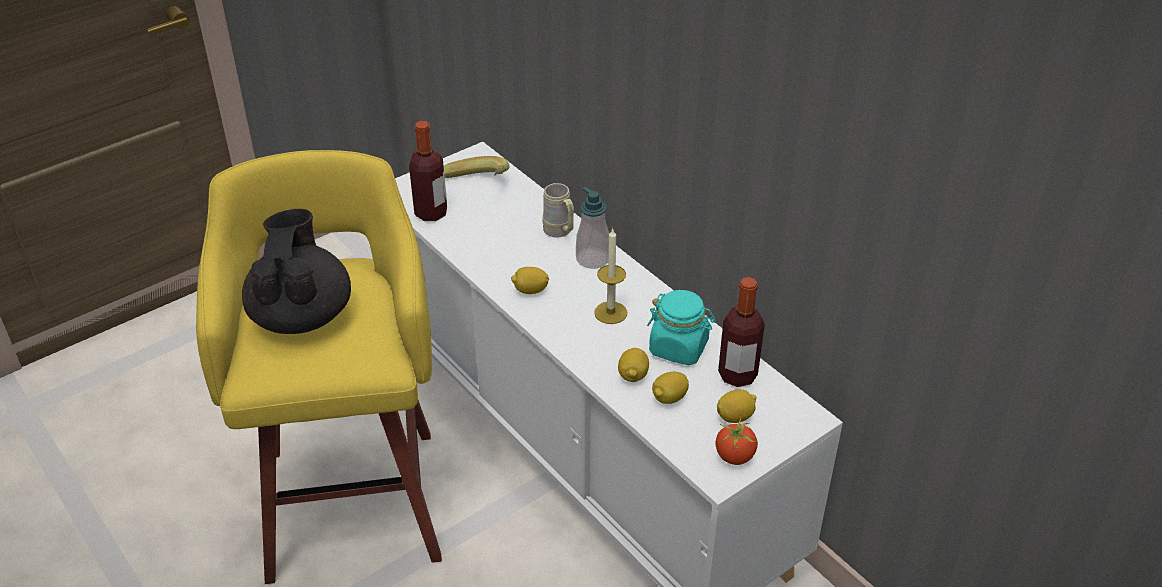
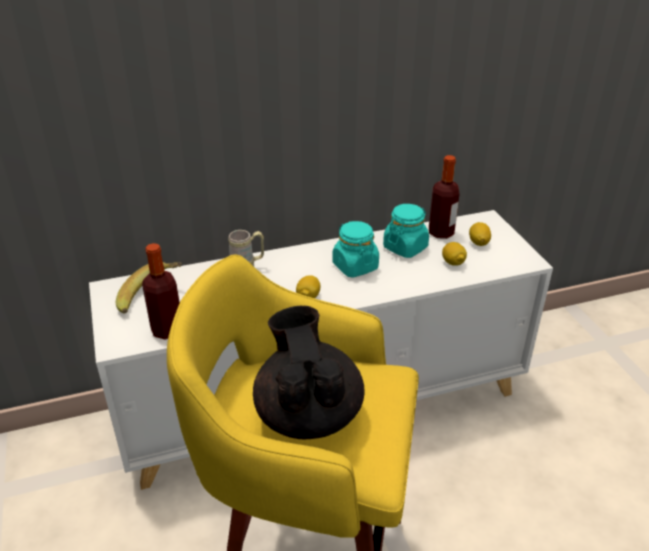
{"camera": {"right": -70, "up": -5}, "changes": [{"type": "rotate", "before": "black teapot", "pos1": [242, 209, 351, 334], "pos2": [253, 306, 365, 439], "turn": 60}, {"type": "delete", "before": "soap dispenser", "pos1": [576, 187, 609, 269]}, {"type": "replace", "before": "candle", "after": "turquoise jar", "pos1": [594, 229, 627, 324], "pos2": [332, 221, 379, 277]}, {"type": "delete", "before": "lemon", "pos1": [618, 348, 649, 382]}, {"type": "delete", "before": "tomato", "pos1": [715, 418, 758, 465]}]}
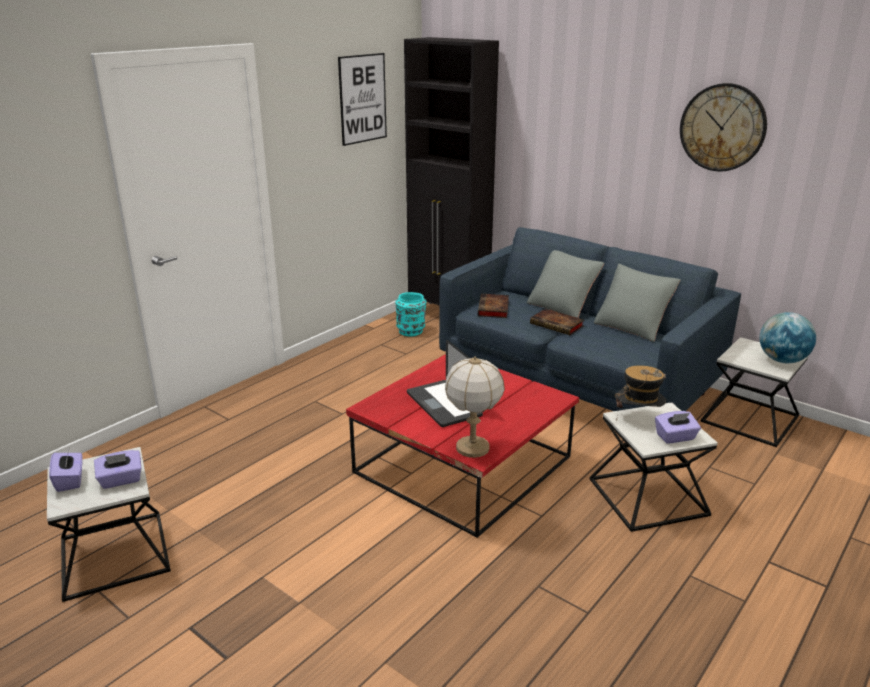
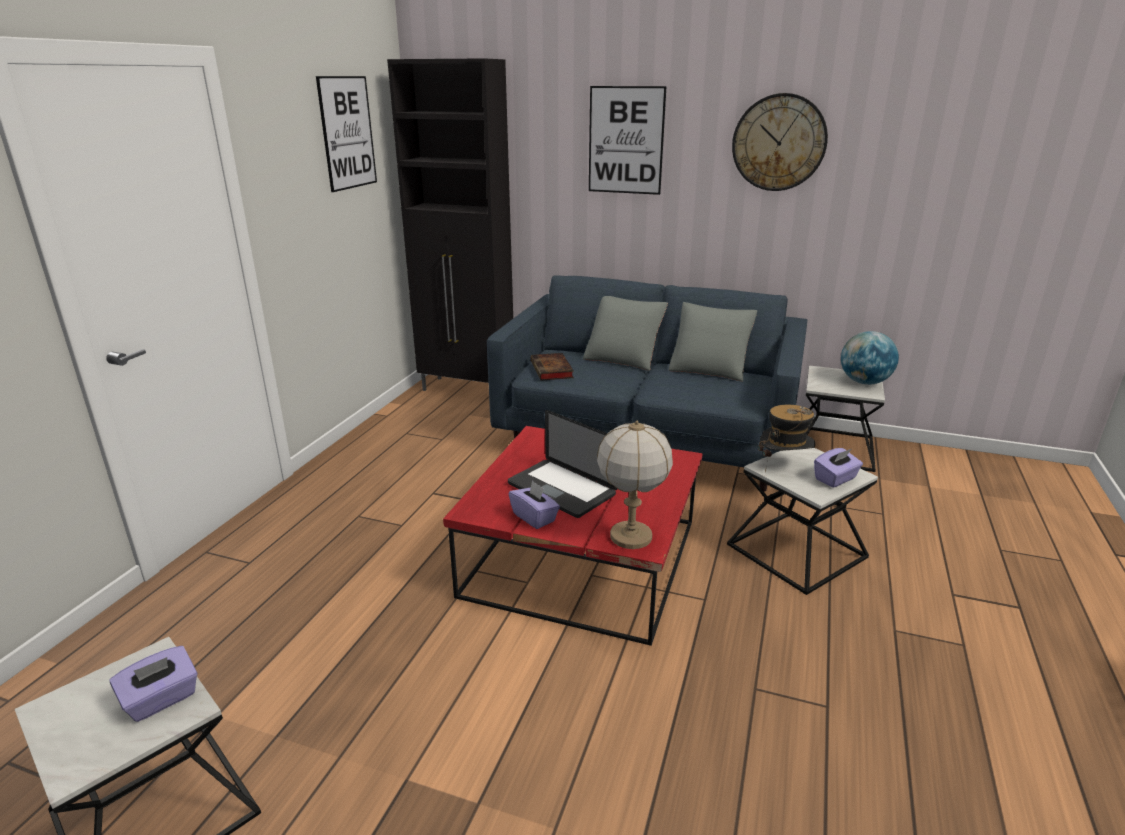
{"camera": {"right": -20, "up": 0}, "changes": [{"type": "move", "before": "purple tissue box", "pos1": [49, 447, 83, 492], "pos2": [509, 480, 560, 529]}, {"type": "delete", "before": "turquoise vase", "pos1": [395, 292, 426, 337]}, {"type": "delete", "before": "book", "pos1": [530, 309, 584, 335]}, {"type": "insert", "after": "picture", "pos2": [589, 86, 666, 195]}]}
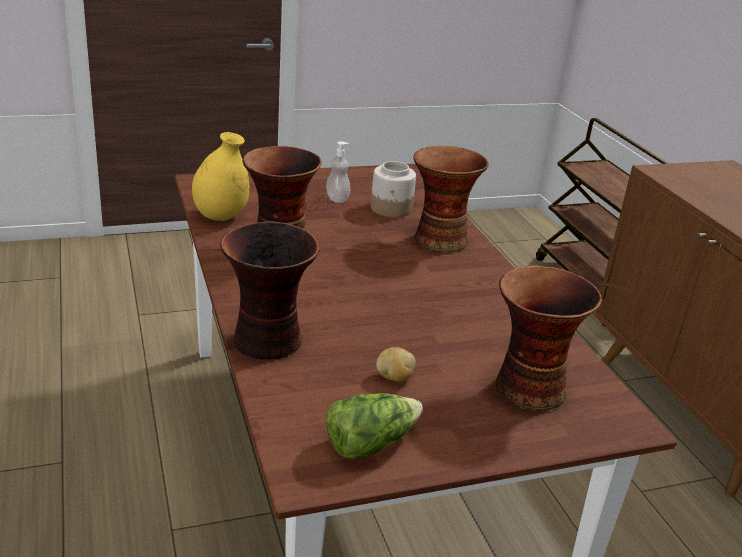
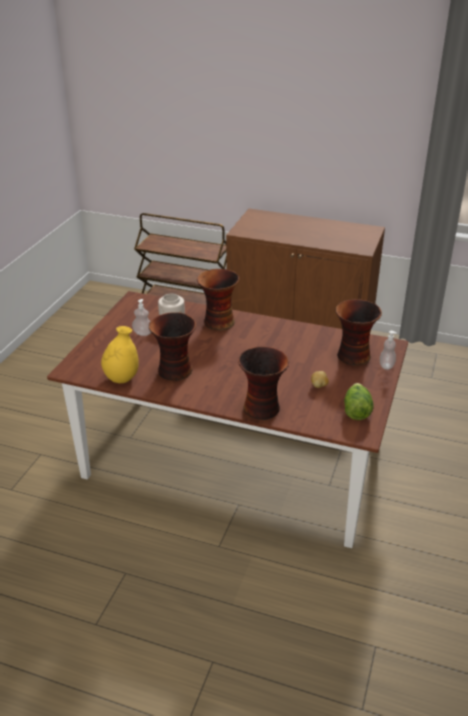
{"camera": {"right": -50, "up": 5}, "changes": [{"type": "insert", "after": "soap dispenser", "pos2": [380, 331, 397, 370]}]}
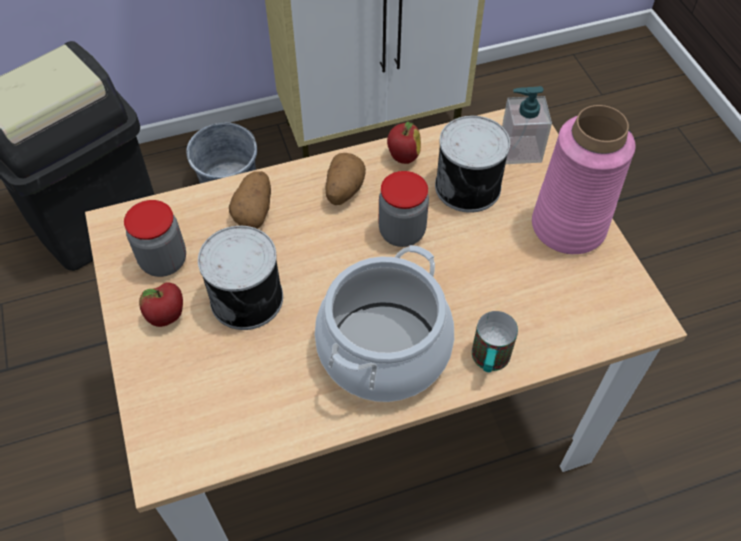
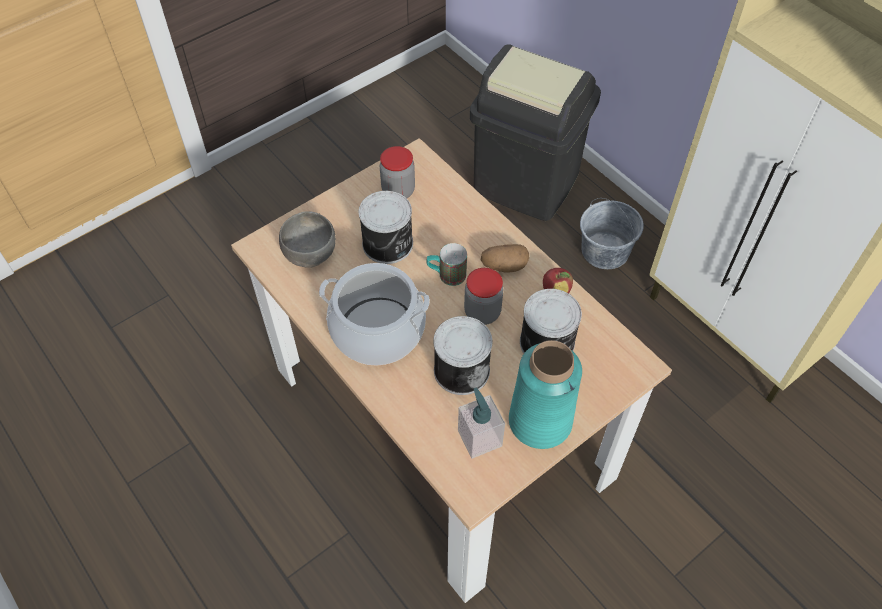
{"camera": {"right": 70, "up": 0}, "changes": [{"type": "delete", "before": "apple", "pos1": [139, 282, 183, 327]}, {"type": "delete", "before": "potato", "pos1": [229, 171, 271, 229]}, {"type": "move", "before": "mug", "pos1": [472, 311, 518, 372], "pos2": [426, 243, 467, 286]}, {"type": "move", "before": "soap dispenser", "pos1": [502, 86, 552, 164], "pos2": [458, 388, 505, 459]}, {"type": "recolor", "before": "pink vase", "after": "turquoise vase", "pos1": [532, 105, 636, 254], "pos2": [509, 340, 582, 449]}, {"type": "insert", "after": "grey bowl", "pos2": [279, 211, 336, 268]}, {"type": "insert", "after": "can", "pos2": [433, 316, 492, 395]}]}
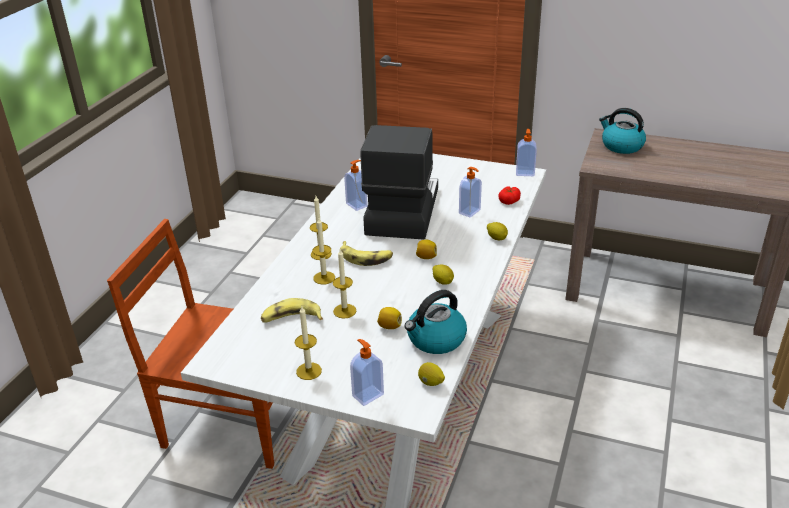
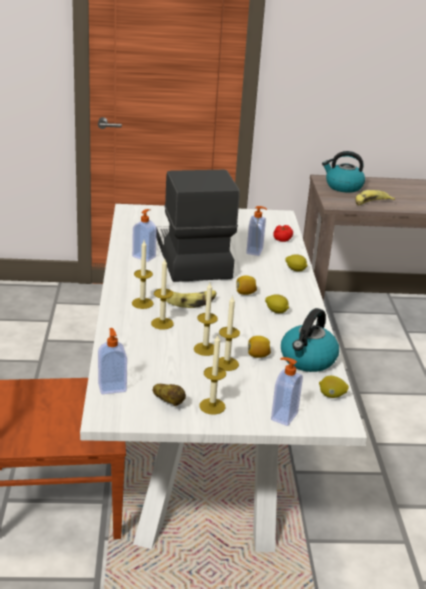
{"camera": {"right": -25, "up": -5}, "changes": [{"type": "move", "before": "banana", "pos1": [261, 298, 323, 323], "pos2": [355, 190, 395, 205]}, {"type": "move", "before": "soap dispenser", "pos1": [516, 129, 537, 176], "pos2": [98, 328, 127, 394]}, {"type": "insert", "after": "potato", "pos2": [153, 384, 186, 406]}, {"type": "insert", "after": "candle", "pos2": [218, 295, 240, 371]}]}
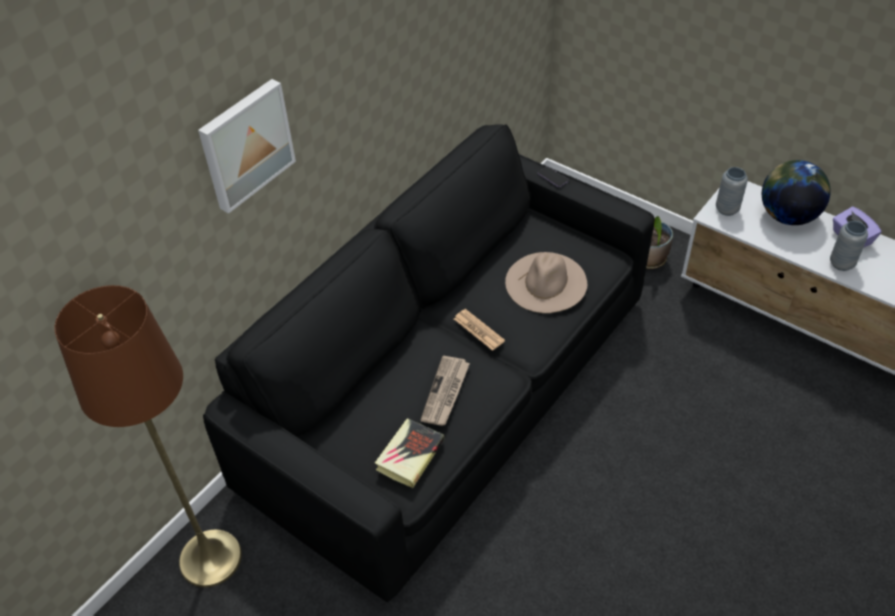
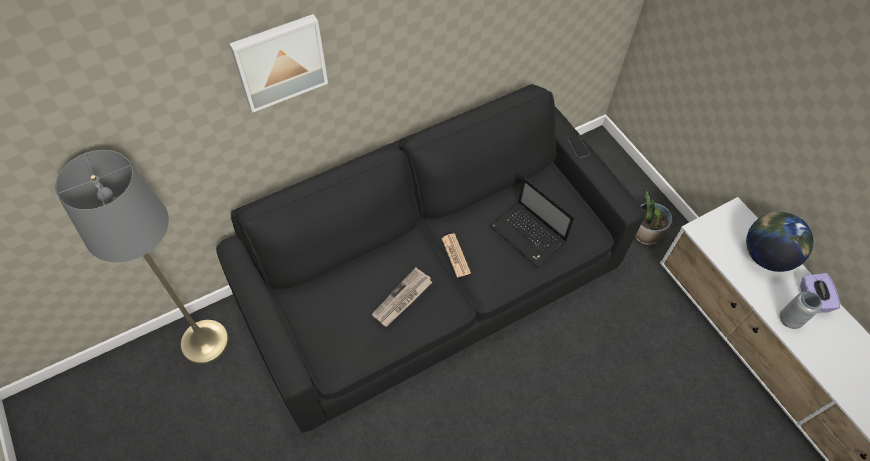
{"camera": {"right": 20, "up": 10}, "changes": [{"type": "recolor", "before": "brown floor lamp", "after": "grey floor lamp", "pos1": [54, 285, 242, 587], "pos2": [55, 150, 229, 364]}, {"type": "delete", "before": "book", "pos1": [375, 418, 444, 488]}, {"type": "replace", "before": "beige hat", "after": "laptop", "pos1": [505, 252, 587, 313], "pos2": [490, 177, 574, 267]}, {"type": "delete", "before": "grey vase", "pos1": [716, 167, 748, 216]}]}
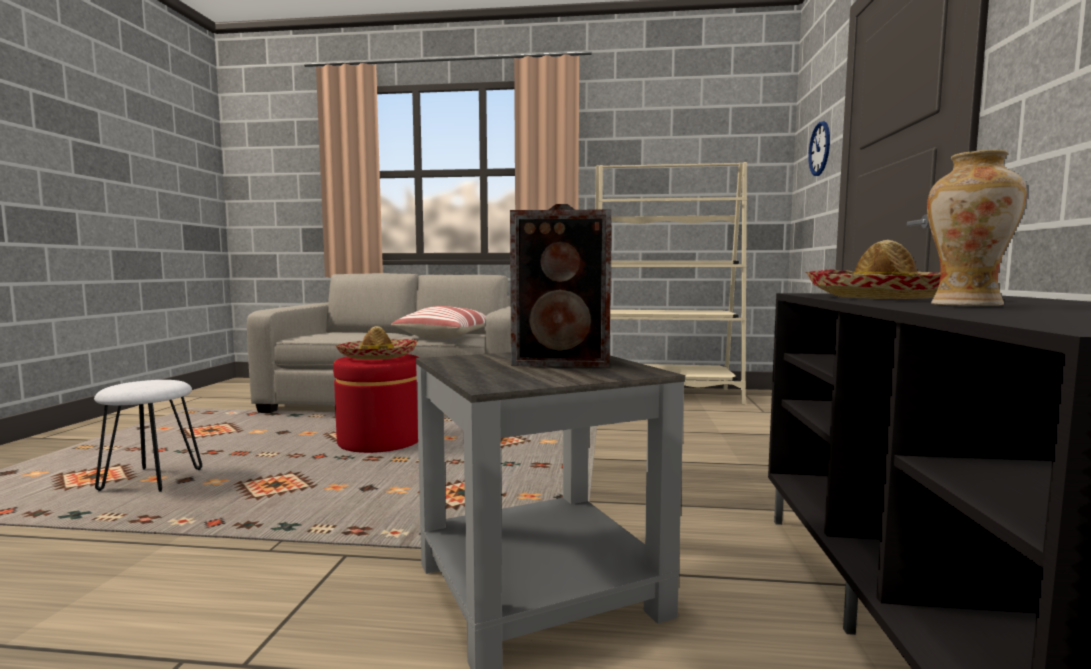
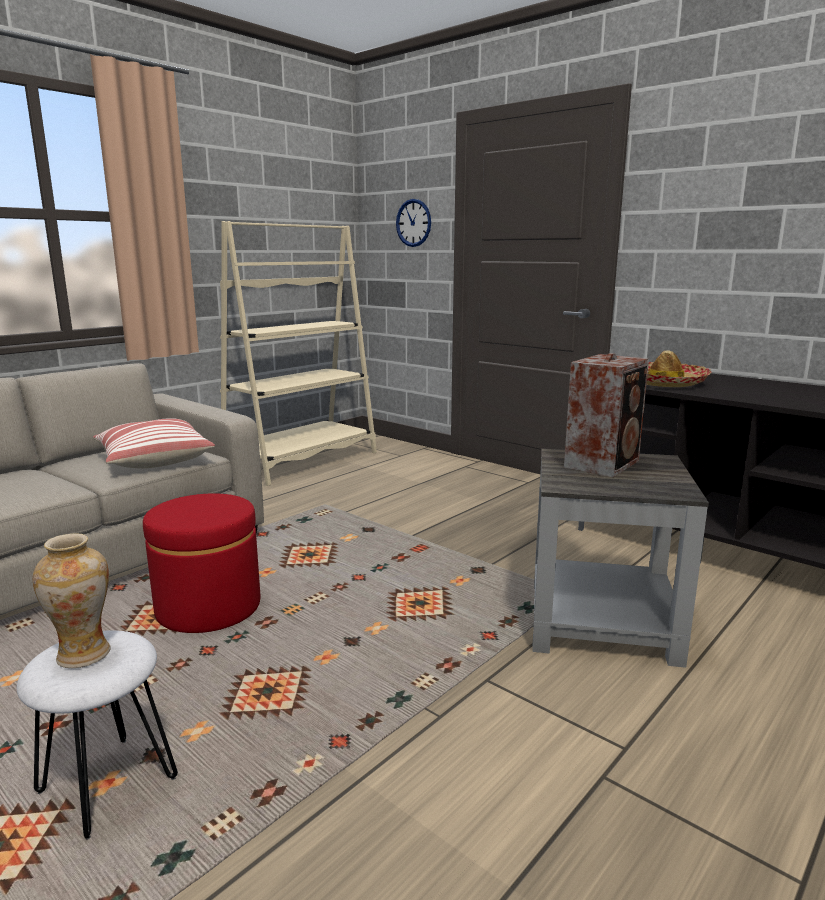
{"camera": {"right": -55, "up": 10}, "changes": [{"type": "delete", "before": "hat", "pos1": [335, 326, 418, 360]}, {"type": "move", "before": "vase", "pos1": [927, 150, 1027, 306], "pos2": [33, 534, 111, 668]}]}
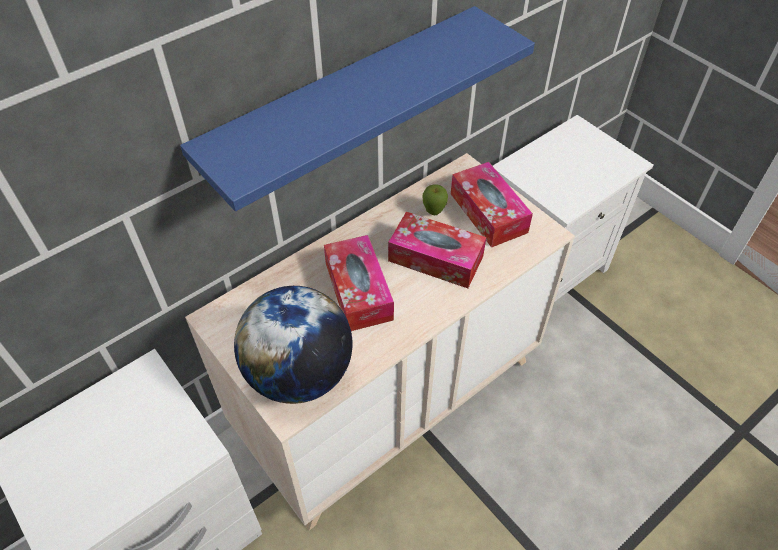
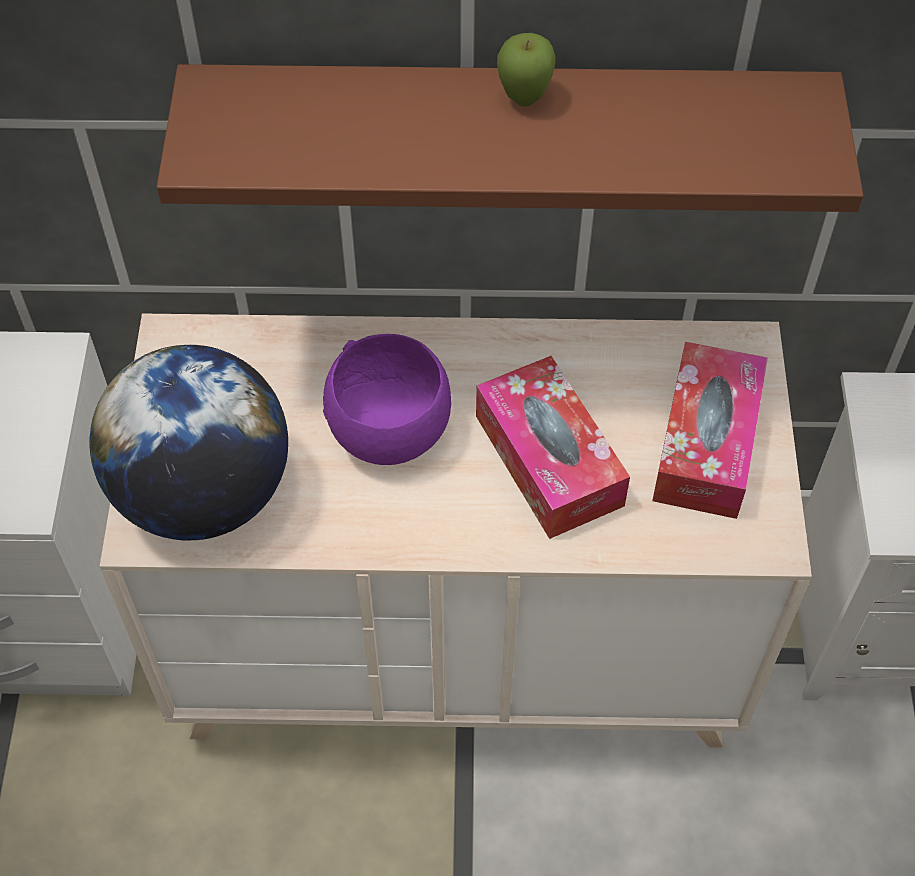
{"camera": {"right": 40, "up": 5}, "changes": [{"type": "recolor", "before": "blue shelf", "after": "brown shelf", "pos1": [180, 6, 535, 211], "pos2": [157, 64, 864, 212]}, {"type": "replace", "before": "tissue box", "after": "purple bowl", "pos1": [324, 235, 394, 331], "pos2": [323, 334, 451, 465]}, {"type": "move", "before": "apple", "pos1": [423, 184, 448, 215], "pos2": [497, 33, 556, 106]}]}
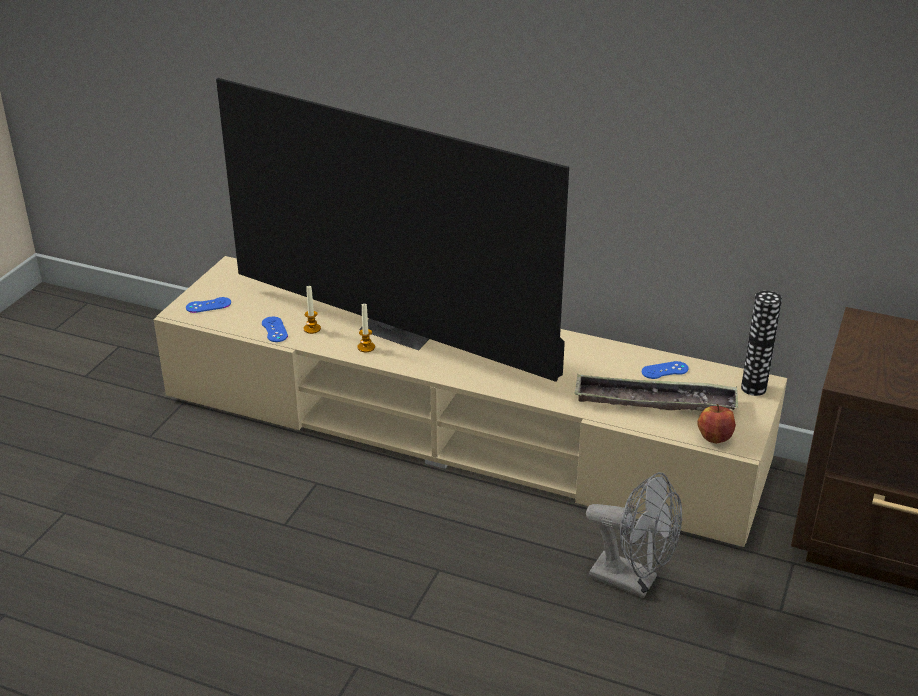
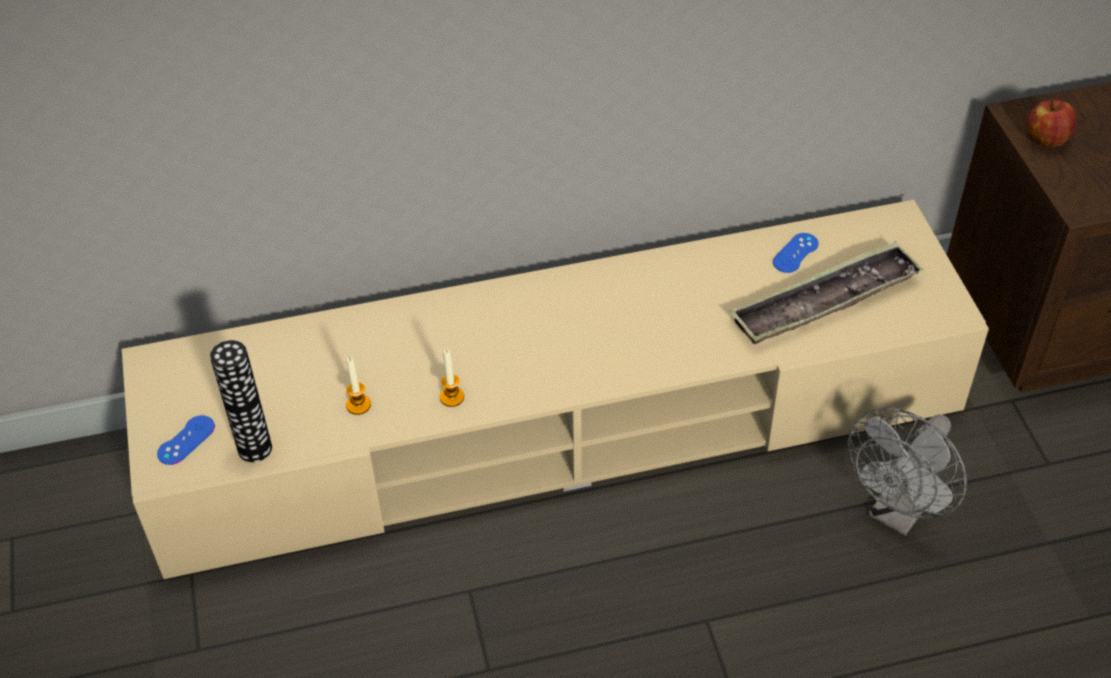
{"camera": {"right": -35, "up": 15}, "changes": [{"type": "delete", "before": "television", "pos1": [216, 78, 569, 382]}, {"type": "delete", "before": "blue game controller", "pos1": [262, 317, 288, 342]}, {"type": "rotate", "before": "grey fan", "pos1": [586, 472, 682, 598], "pos2": [848, 408, 967, 536], "turn": 135}, {"type": "move", "before": "apple", "pos1": [698, 404, 736, 444], "pos2": [1026, 100, 1077, 147]}, {"type": "move", "before": "vase", "pos1": [741, 291, 782, 396], "pos2": [210, 340, 272, 462]}]}
